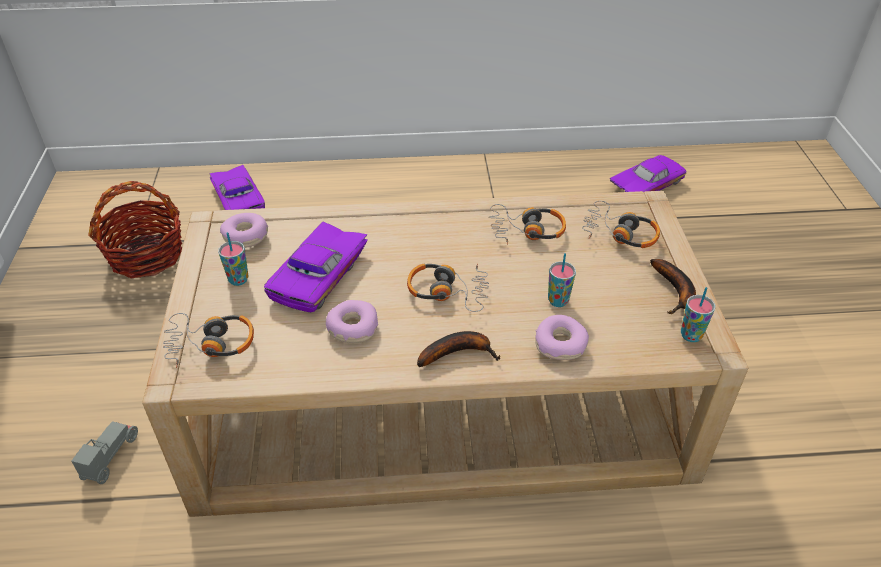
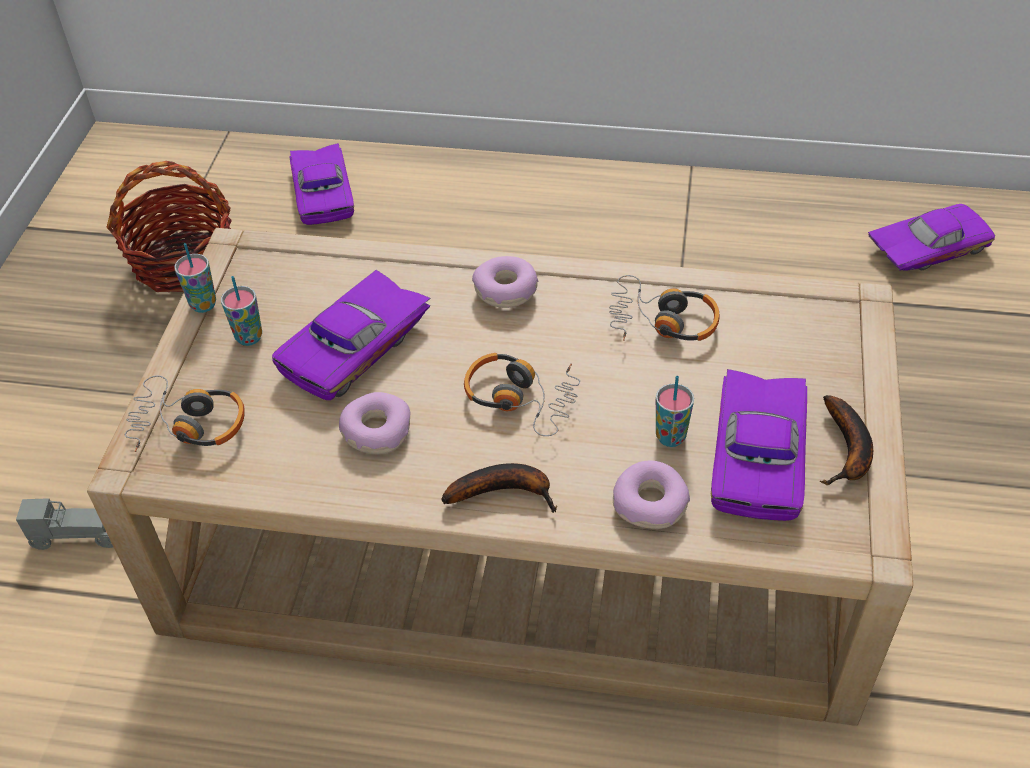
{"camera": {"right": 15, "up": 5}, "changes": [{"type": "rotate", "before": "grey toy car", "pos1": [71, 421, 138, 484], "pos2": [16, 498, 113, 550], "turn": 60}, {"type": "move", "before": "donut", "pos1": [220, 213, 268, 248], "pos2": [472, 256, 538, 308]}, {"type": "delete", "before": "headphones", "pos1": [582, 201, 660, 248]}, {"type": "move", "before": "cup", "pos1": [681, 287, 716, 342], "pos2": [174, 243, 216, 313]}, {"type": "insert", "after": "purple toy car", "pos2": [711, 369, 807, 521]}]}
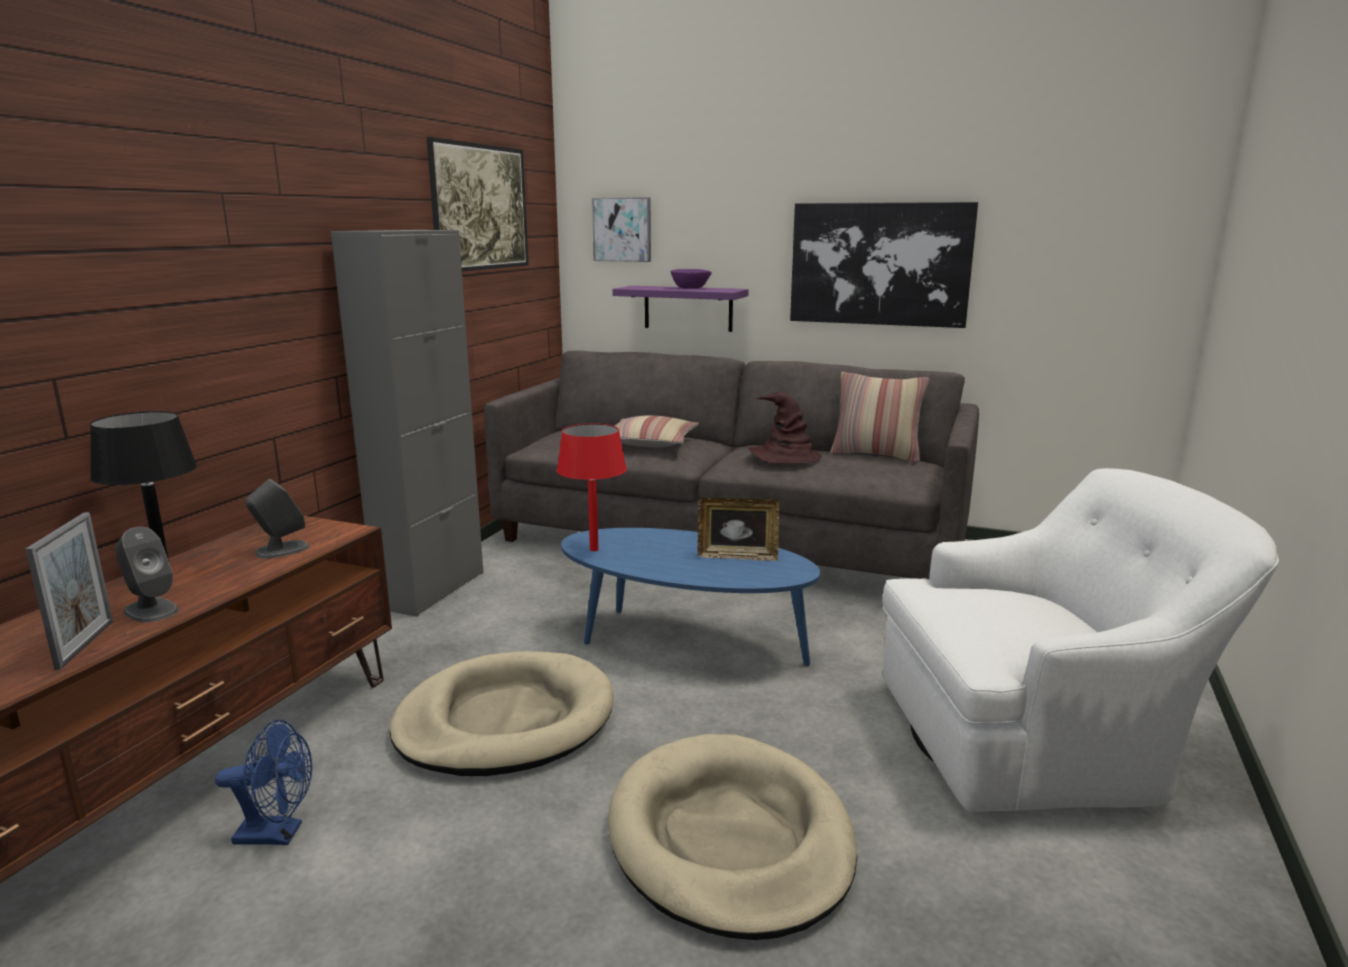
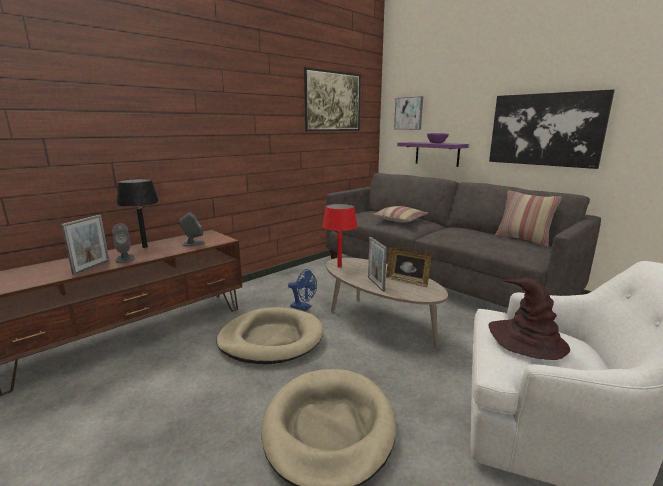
{"camera": {"right": 25, "up": 0}, "changes": [{"type": "move", "before": "blue fan", "pos1": [215, 720, 312, 845], "pos2": [288, 269, 317, 311]}, {"type": "delete", "before": "grey cabinet", "pos1": [331, 230, 483, 617]}, {"type": "recolor", "before": "blue coffee table", "after": "beige coffee table", "pos1": [561, 528, 820, 666], "pos2": [326, 258, 448, 349]}, {"type": "move", "before": "brown hat", "pos1": [748, 392, 822, 464], "pos2": [488, 278, 570, 360]}, {"type": "insert", "after": "picture frame", "pos2": [368, 237, 387, 292]}]}
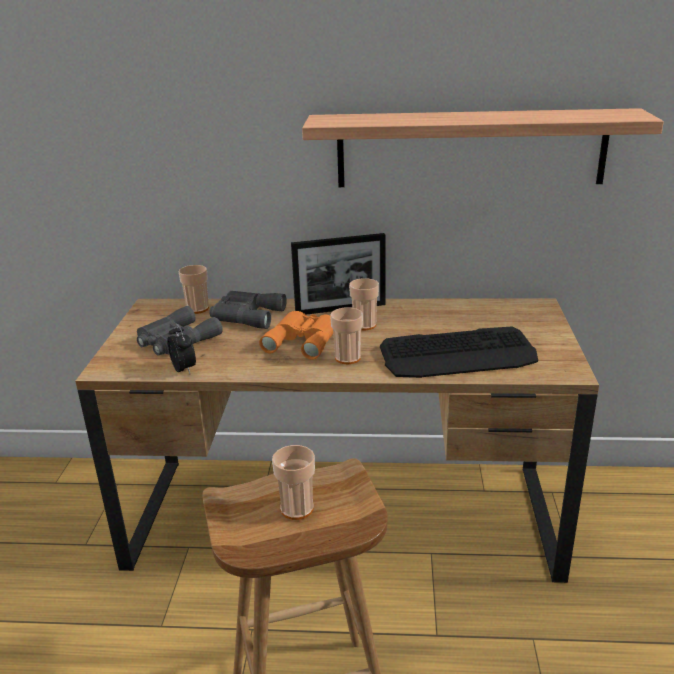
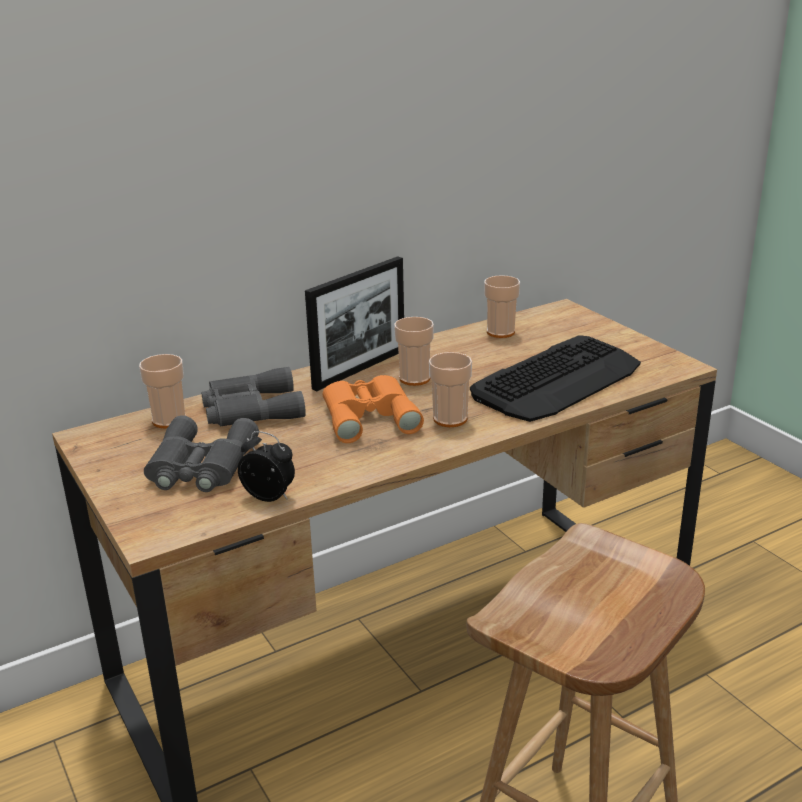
{"camera": {"right": -35, "up": 0}, "changes": [{"type": "move", "before": "cup", "pos1": [272, 445, 315, 520], "pos2": [484, 275, 520, 338]}, {"type": "delete", "before": "shelf", "pos1": [302, 108, 664, 187]}]}
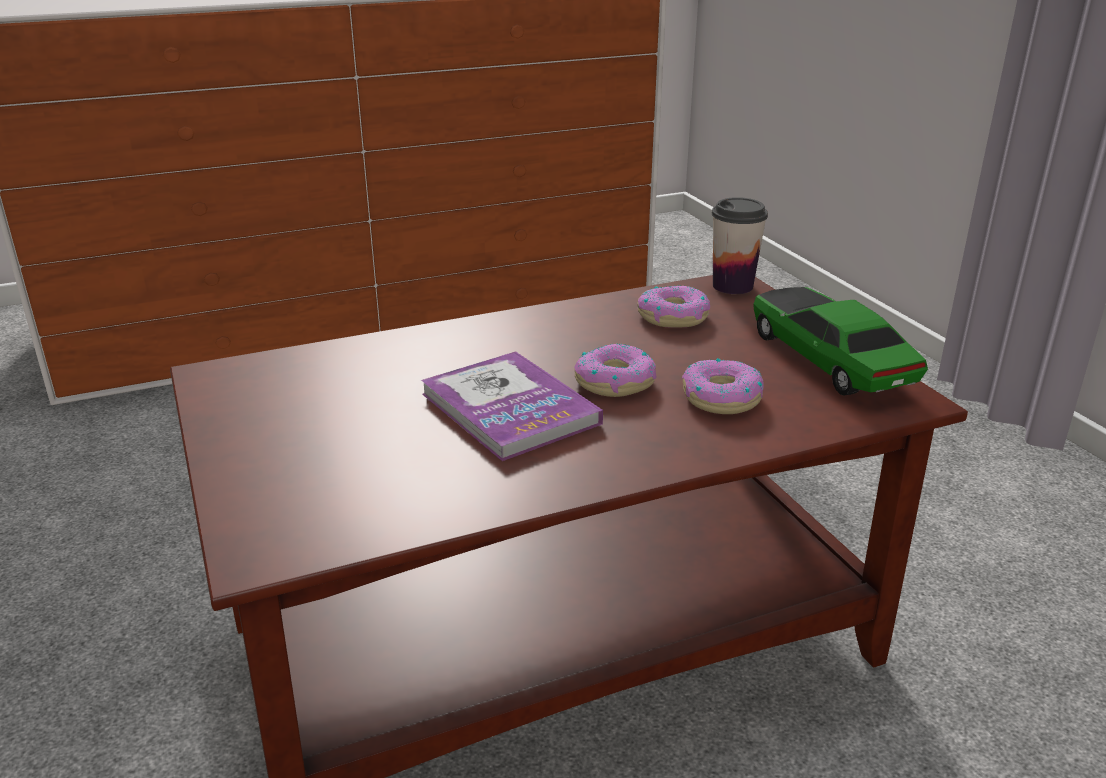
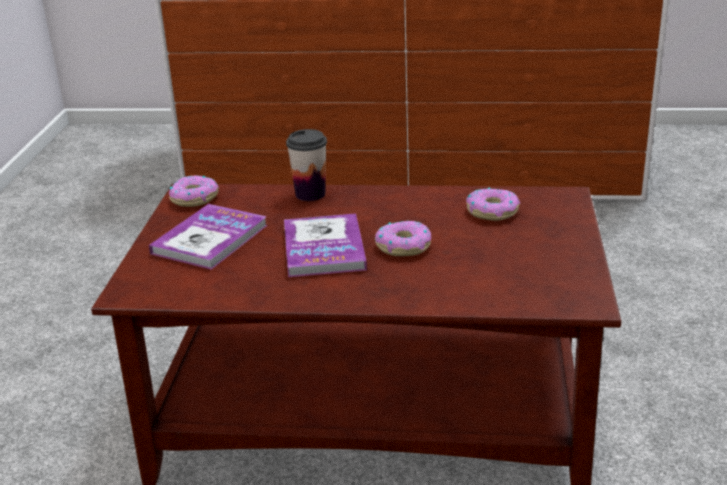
{"camera": {"right": 30, "up": 0}, "changes": [{"type": "move", "before": "donut", "pos1": [682, 358, 764, 414], "pos2": [169, 175, 219, 207]}, {"type": "move", "before": "cup", "pos1": [712, 197, 768, 294], "pos2": [286, 129, 327, 201]}, {"type": "delete", "before": "toy car", "pos1": [754, 287, 928, 395]}, {"type": "insert", "after": "book", "pos2": [149, 204, 268, 270]}]}
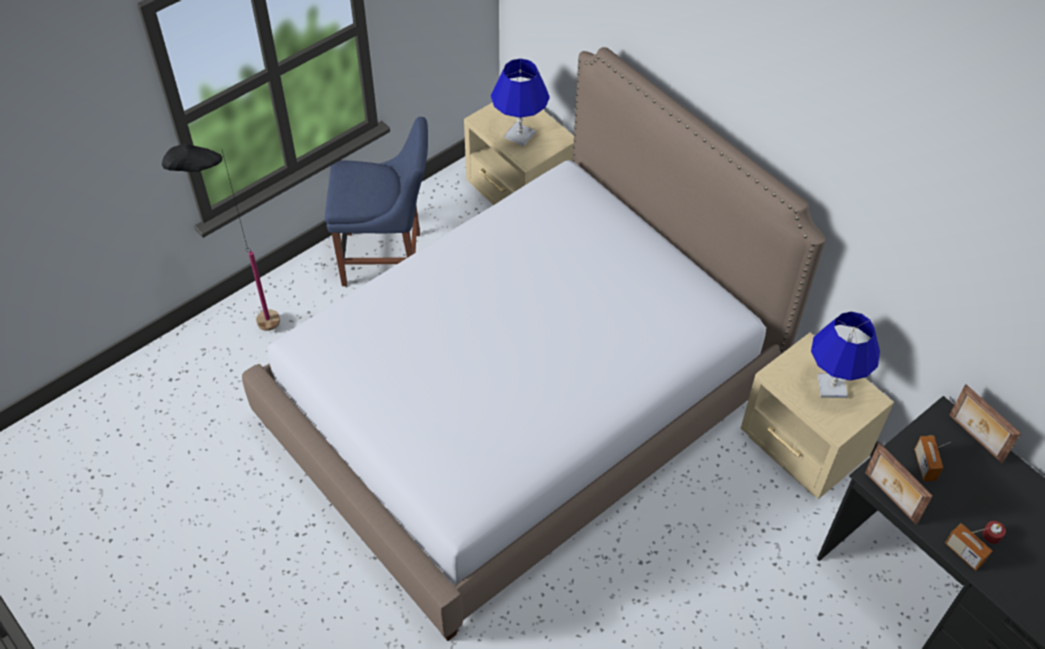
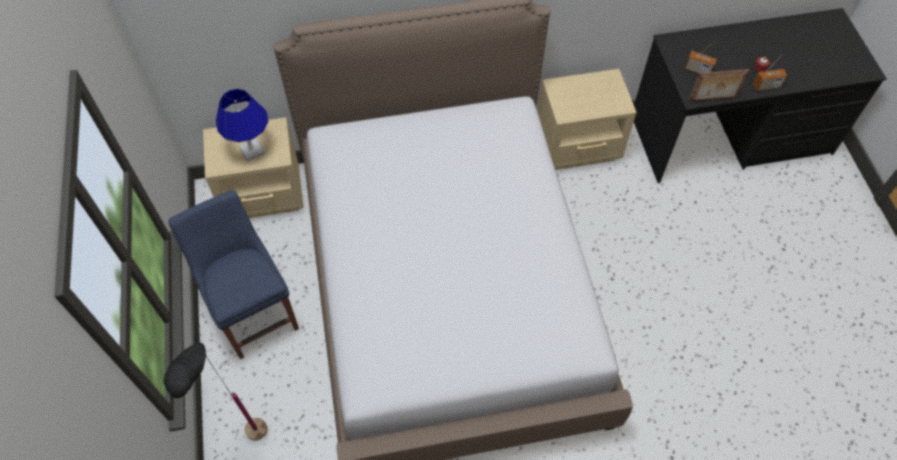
{"camera": {"right": -60, "up": 5}, "changes": [{"type": "rotate", "before": "blue chair", "pos1": [325, 117, 428, 286], "pos2": [169, 190, 299, 359], "turn": -60}, {"type": "delete", "before": "blue table lamp", "pos1": [811, 311, 880, 398]}, {"type": "delete", "before": "picture frame", "pos1": [949, 384, 1021, 463]}]}
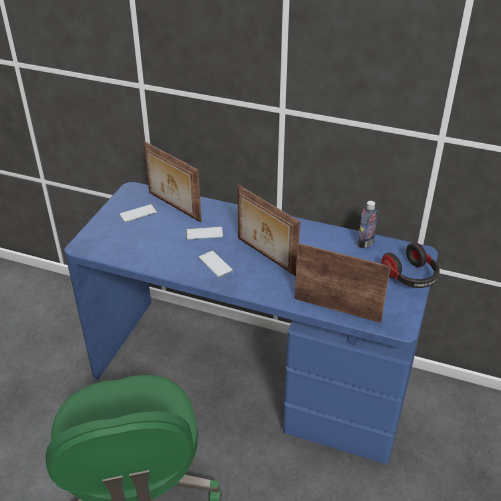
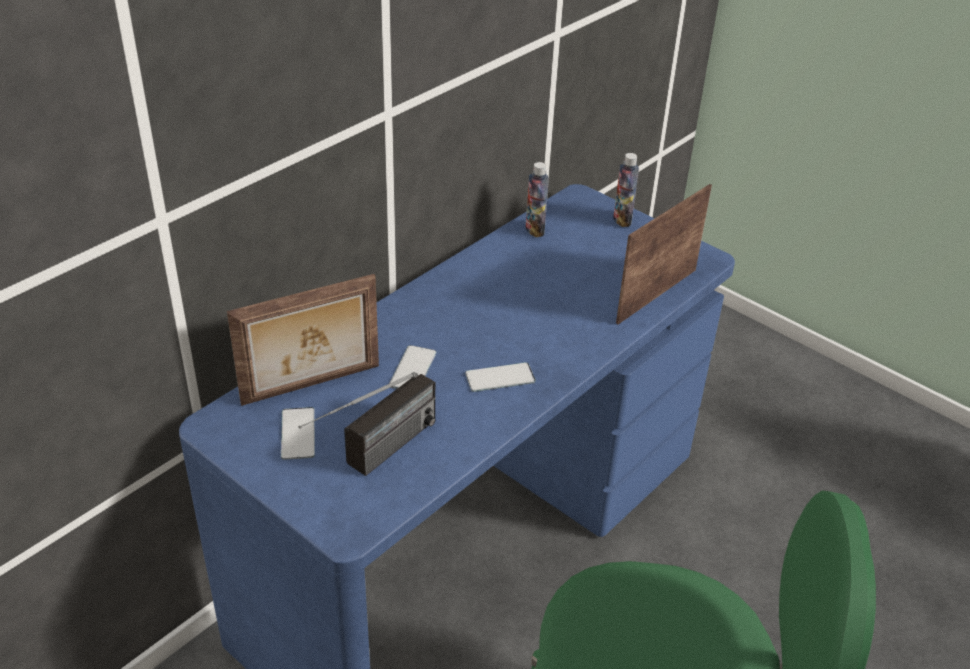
{"camera": {"right": -70, "up": 0}, "changes": [{"type": "delete", "before": "picture frame", "pos1": [237, 185, 300, 276]}, {"type": "replace", "before": "headphones", "after": "bottle", "pos1": [382, 242, 440, 288], "pos2": [613, 153, 639, 227]}, {"type": "insert", "after": "radio", "pos2": [298, 372, 436, 476]}]}
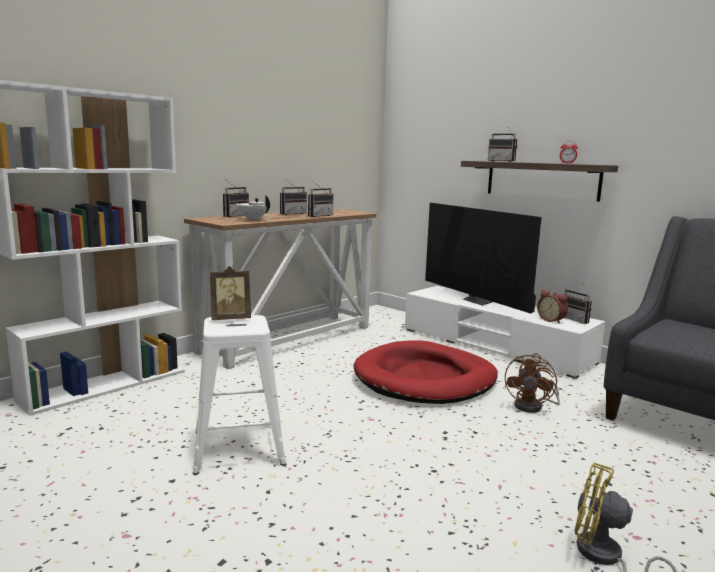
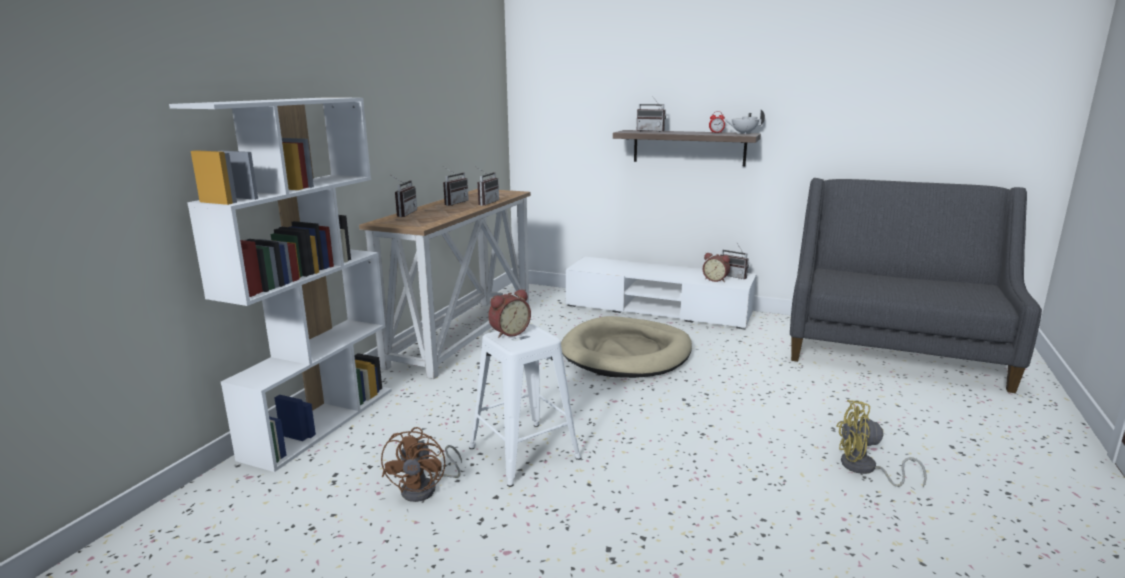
{"camera": {"right": -20, "up": 5}, "changes": [{"type": "replace", "before": "picture frame", "after": "alarm clock", "pos1": [210, 266, 251, 320], "pos2": [488, 289, 531, 338]}, {"type": "move", "before": "white teapot", "pos1": [235, 195, 270, 220], "pos2": [724, 110, 765, 134]}, {"type": "recolor", "before": "red dog bed", "after": "beige dog bed", "pos1": [353, 340, 498, 404], "pos2": [561, 316, 692, 378]}, {"type": "delete", "before": "television", "pos1": [425, 203, 542, 314]}, {"type": "move", "before": "brown fan", "pos1": [505, 353, 560, 413], "pos2": [381, 427, 462, 502]}]}
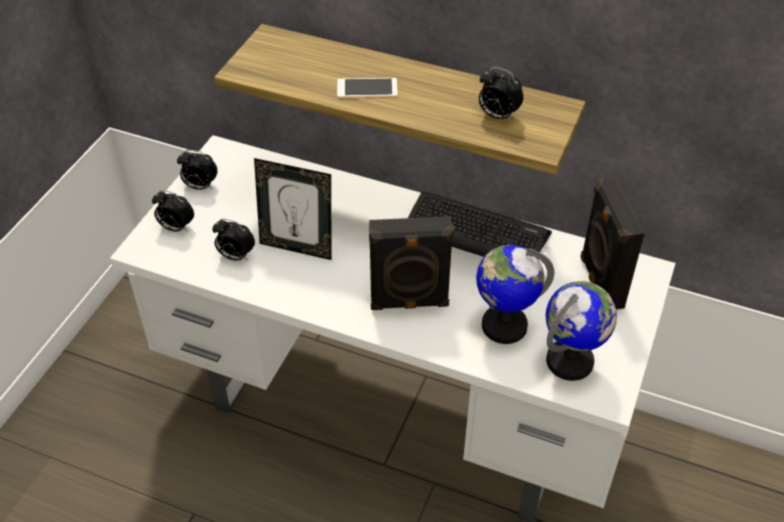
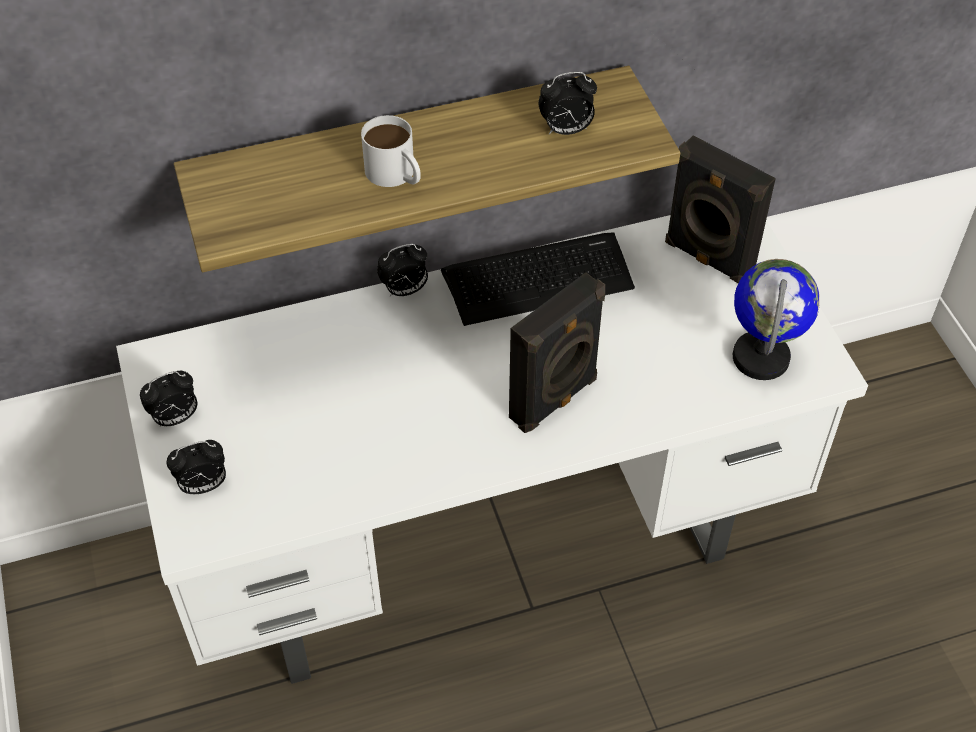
{"camera": {"right": -40, "up": 5}, "changes": [{"type": "move", "before": "alarm clock", "pos1": [212, 219, 255, 261], "pos2": [377, 244, 428, 296]}, {"type": "delete", "before": "picture frame", "pos1": [254, 158, 332, 260]}, {"type": "replace", "before": "phone", "after": "white mug", "pos1": [337, 78, 398, 98], "pos2": [361, 115, 421, 187]}, {"type": "delete", "before": "globe", "pos1": [476, 245, 554, 344]}]}
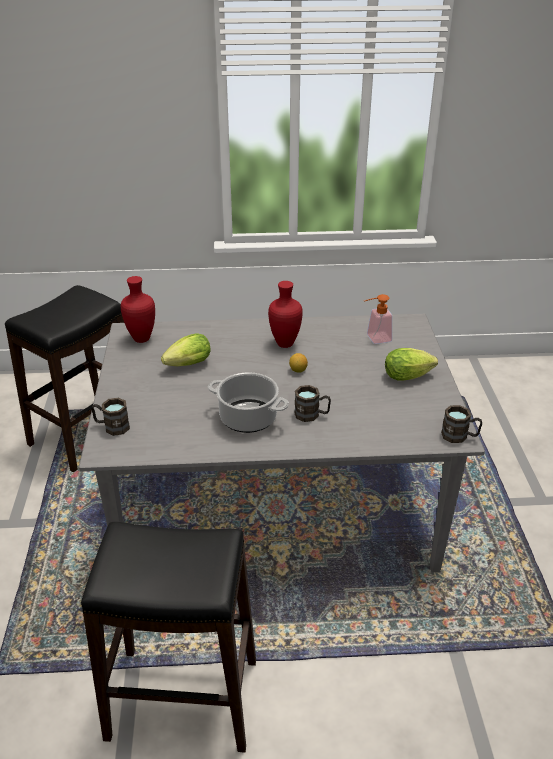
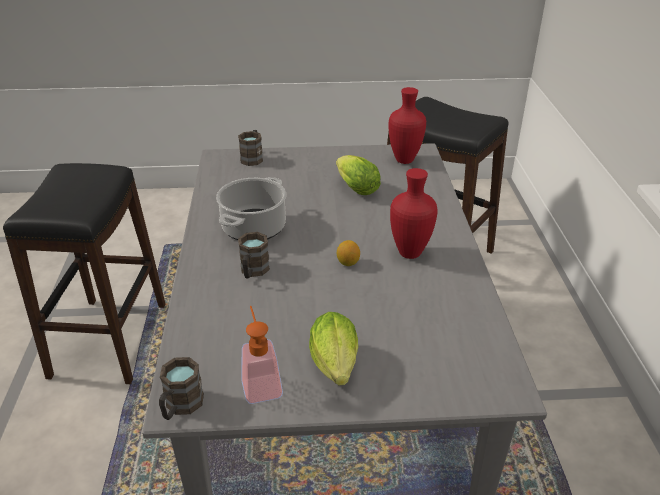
{"camera": {"right": 90, "up": 0}, "changes": [{"type": "move", "before": "soap dispenser", "pos1": [364, 294, 392, 344], "pos2": [241, 306, 283, 404]}]}
